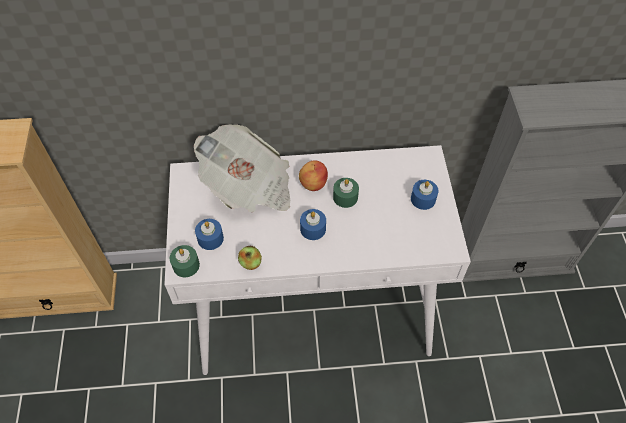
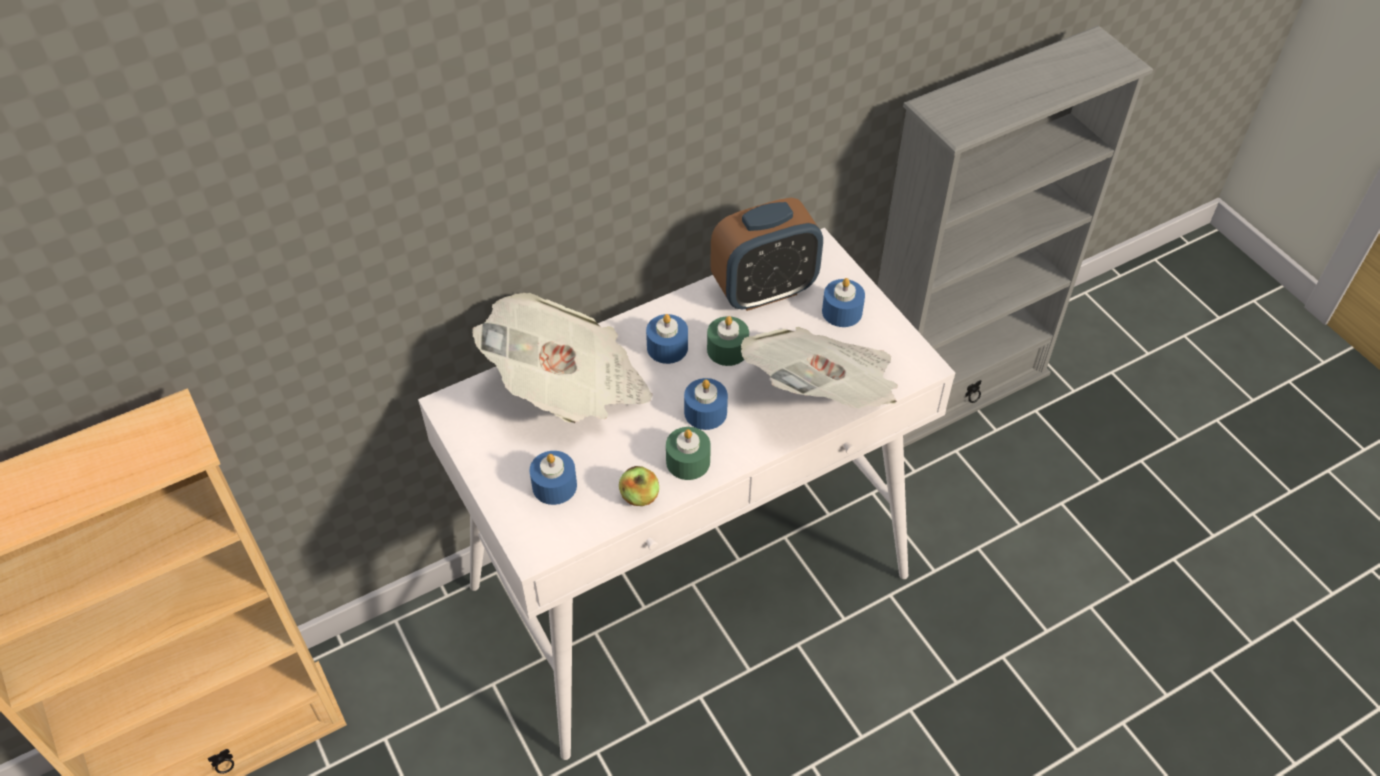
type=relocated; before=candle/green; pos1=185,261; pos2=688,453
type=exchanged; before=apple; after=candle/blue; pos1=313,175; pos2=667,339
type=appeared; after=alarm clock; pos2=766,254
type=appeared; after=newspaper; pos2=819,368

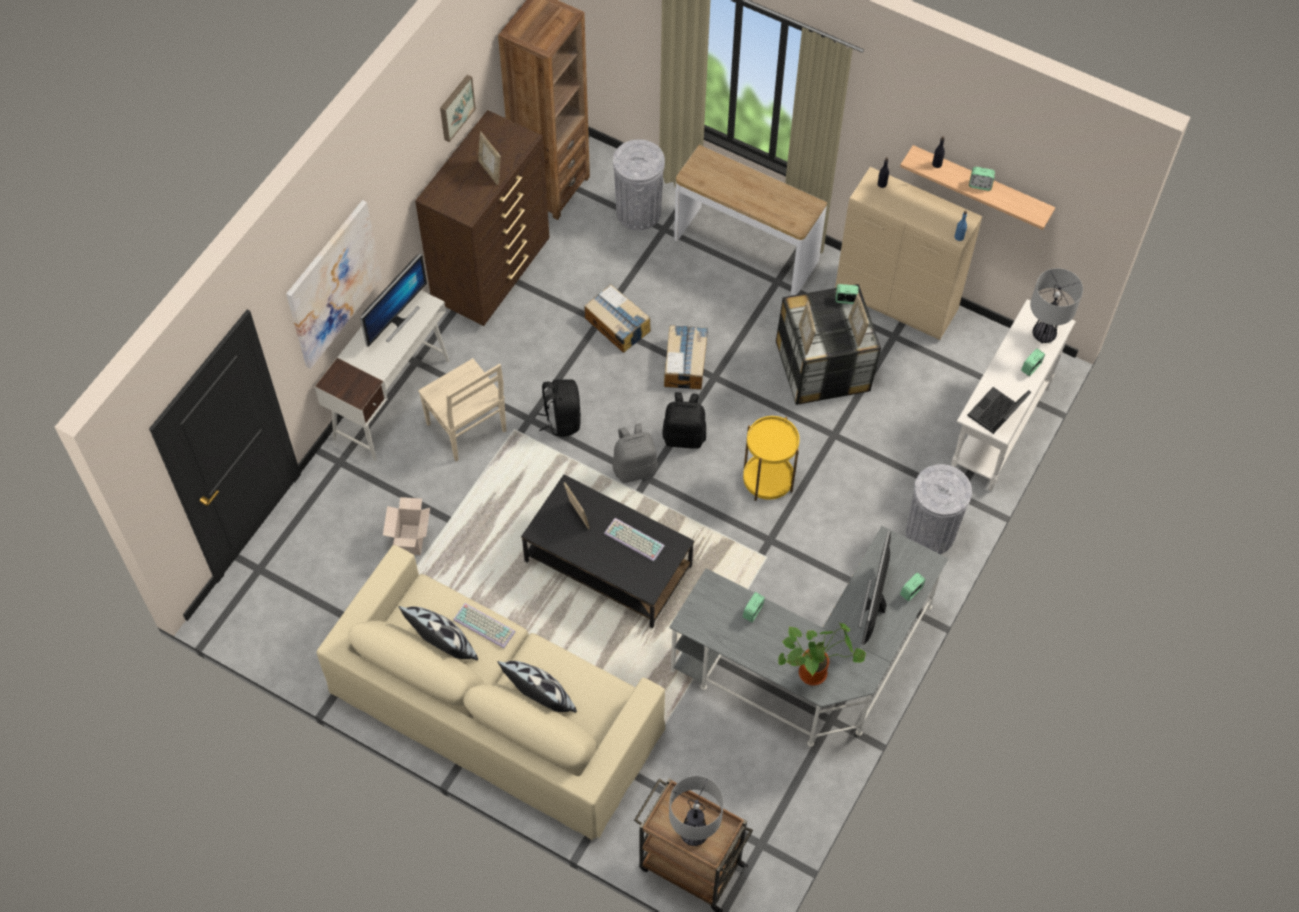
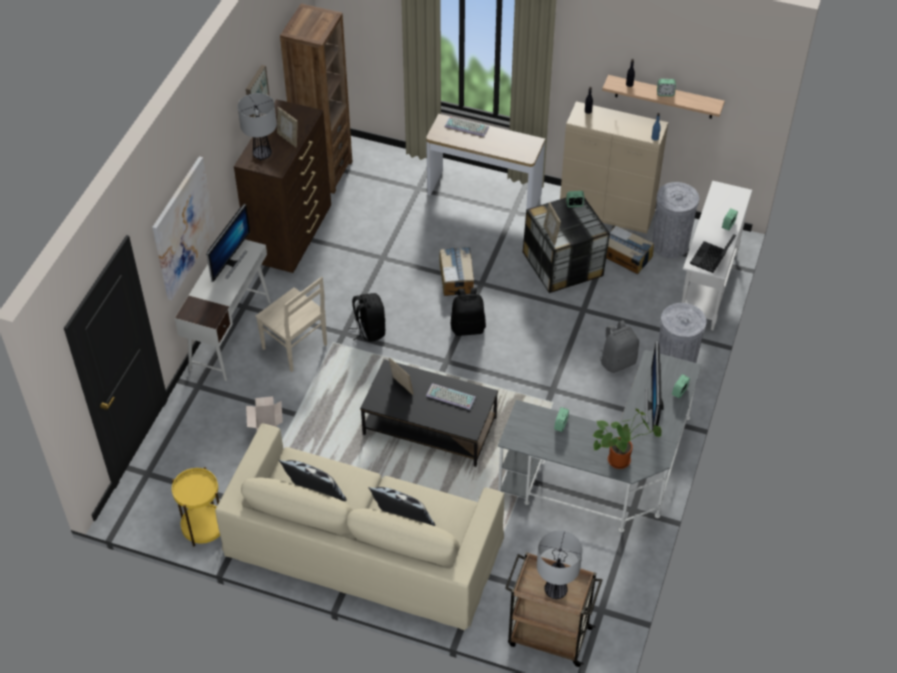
type=relocated; before=keyboard; pos1=484,625; pos2=467,127
type=relocated; before=cardboard box; pos1=618,318; pos2=630,249
type=relocated; before=trash can/grey; pos1=639,184; pos2=675,220
type=relocated; before=backpack/grey; pos1=635,453; pos2=619,346
type=relocated; before=side table/yellow; pos1=771,458; pos2=196,507
type=missing; before=picture frame; pos1=858,320
type=relocated; before=table lamp; pos1=1056,305; pos2=257,126

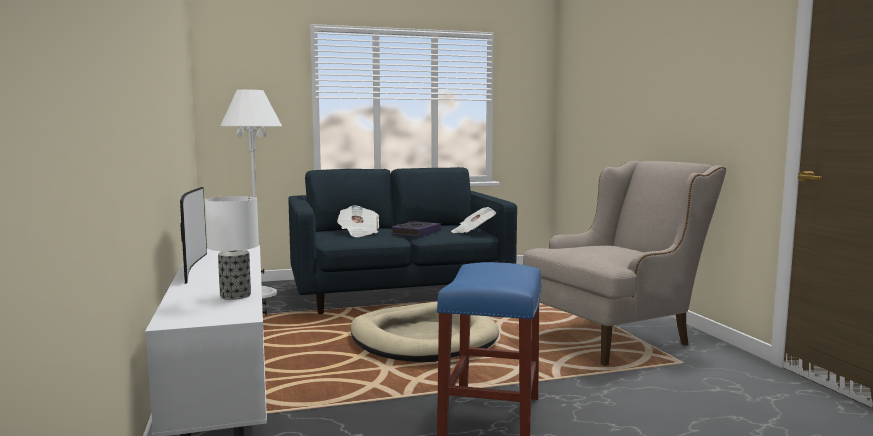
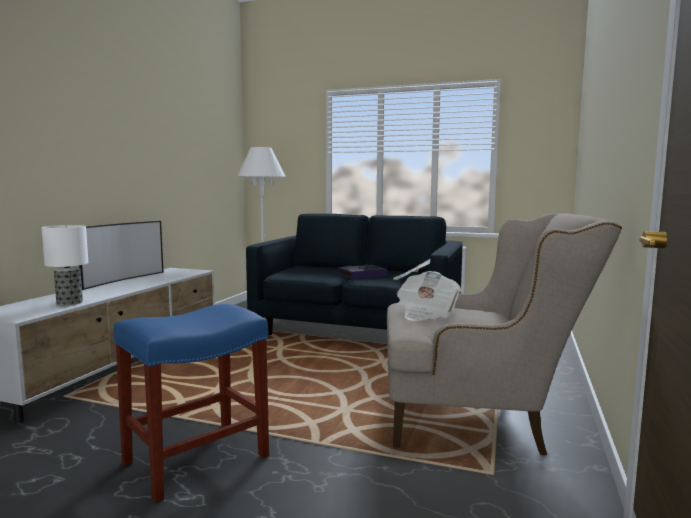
type=relocated; before=newspaper; pos1=358,221; pos2=429,296
type=missing; before=dog bed/beige; pos1=424,331

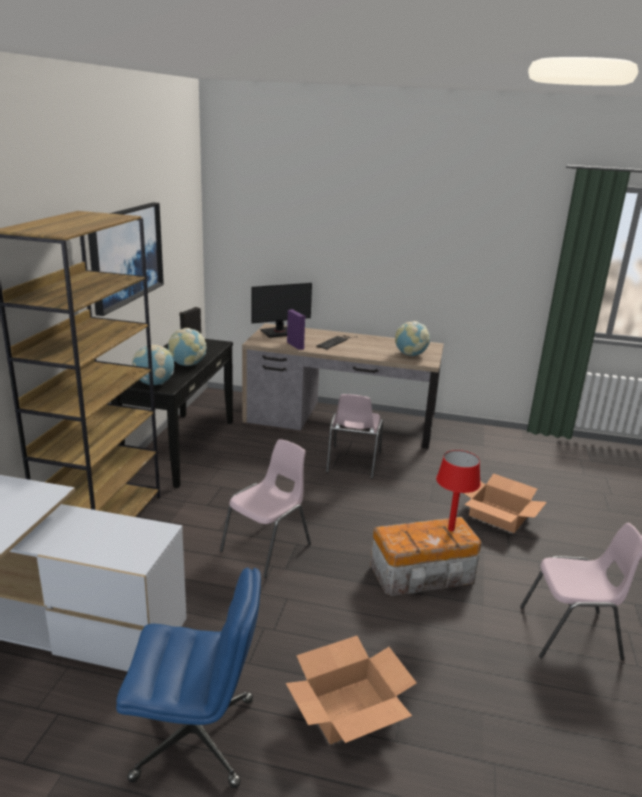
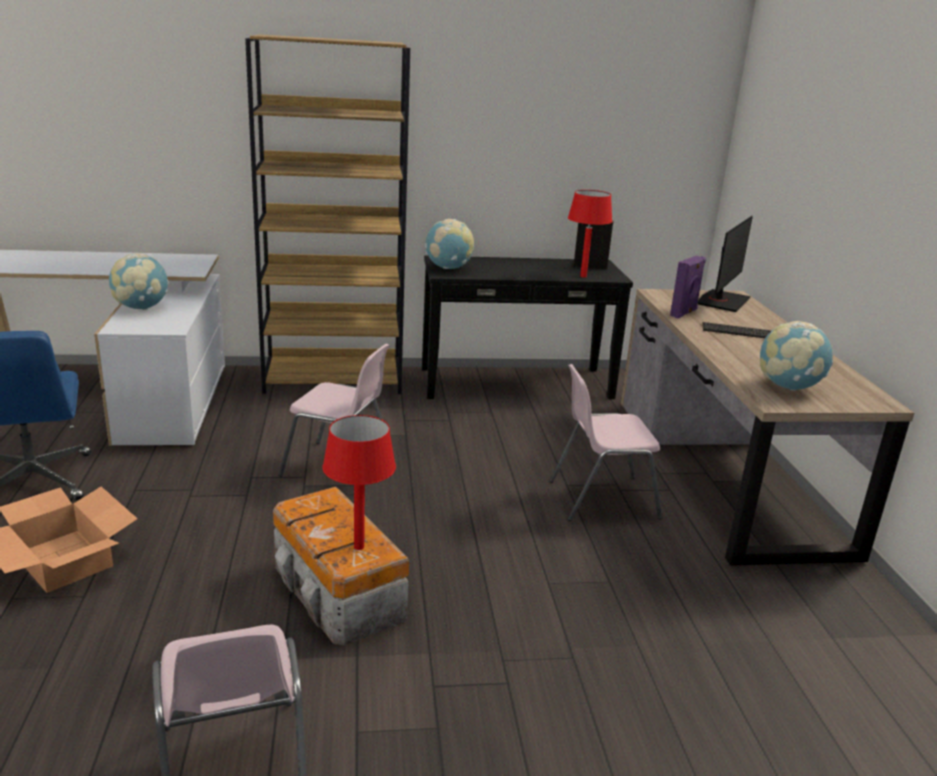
type=missing; before=picture; pos1=126,259
type=relocated; before=globe; pos1=187,347; pos2=139,281
type=spun; before=monitor; pos1=282,310; pos2=725,264; turn=-105
type=missing; before=cardboard box; pos1=505,503
type=appeared; after=table lamp/red; pos2=590,233

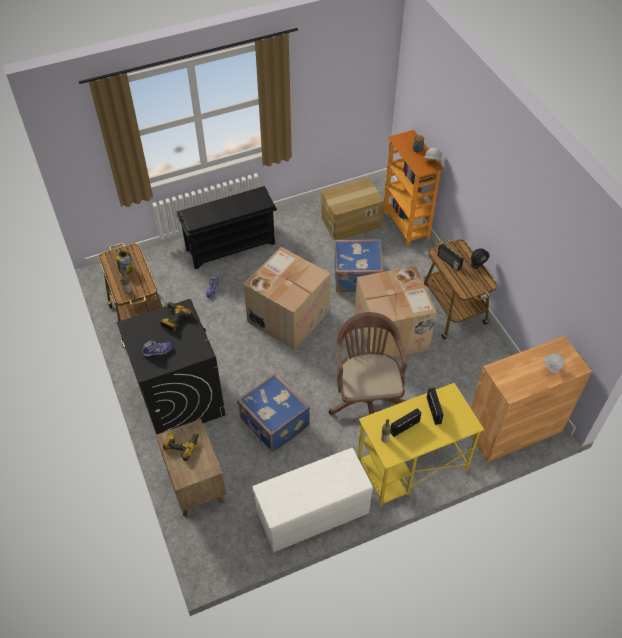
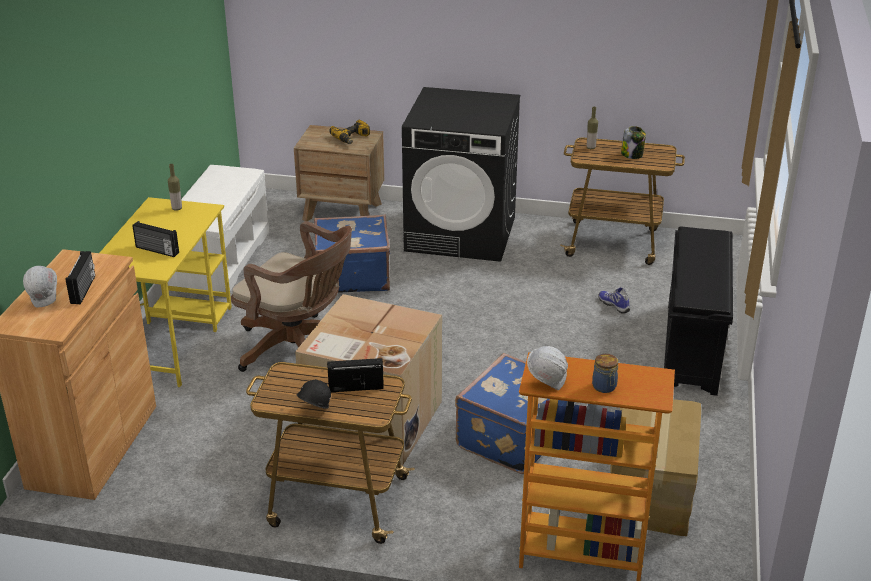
type=missing; before=shoe; pos1=157,348
type=missing; before=power drill; pos1=176,317
type=missing; before=cardboard box; pos1=286,298
type=relocated; before=radio; pos1=405,422; pos2=80,277

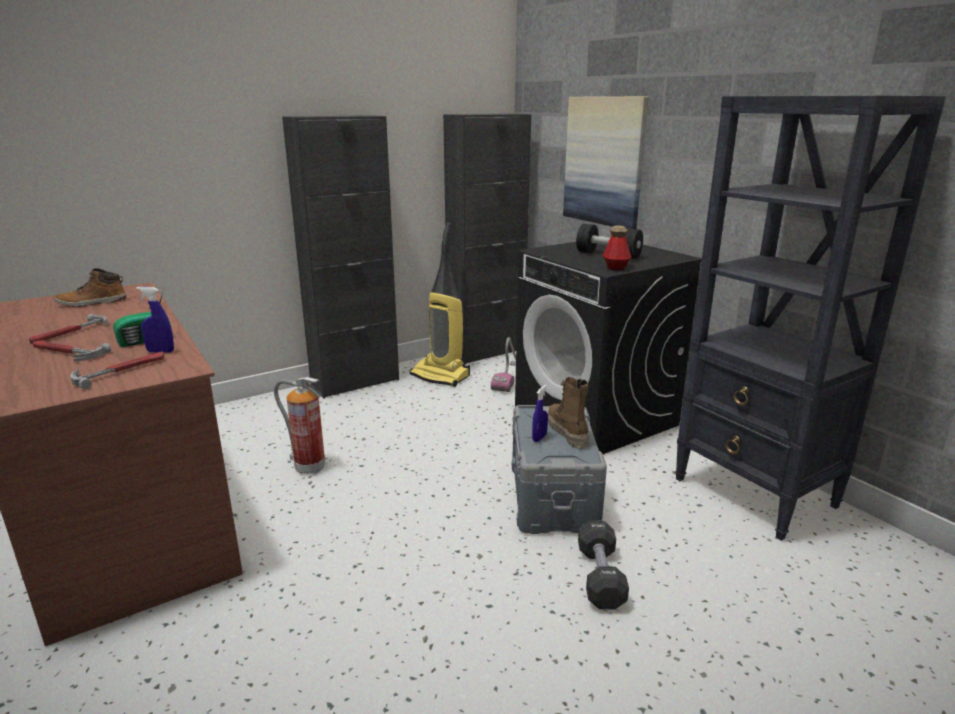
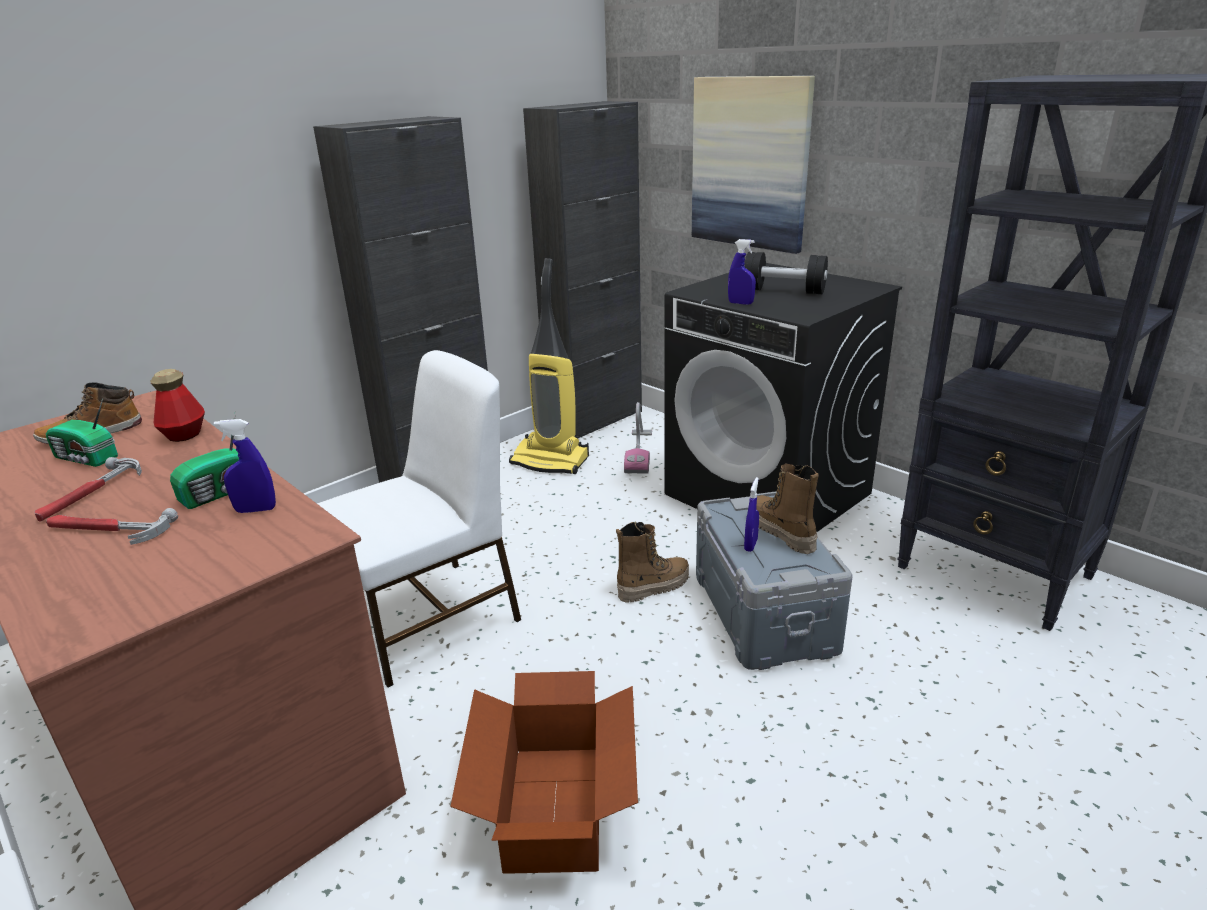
type=missing; before=hammer; pos1=117,370
type=exchanged; before=fire extinguisher; after=chair/white; pos1=299,425; pos2=419,518
type=missing; before=dumbbell/black; pos1=603,565
type=relocated; before=bottle; pos1=617,247; pos2=177,405
type=appeared; after=radio; pos2=82,432
type=appeared; after=cardboard box; pos2=544,772
type=appeared; after=boot; pos2=652,562
type=appeared; after=spray bottle/blue; pos2=742,272

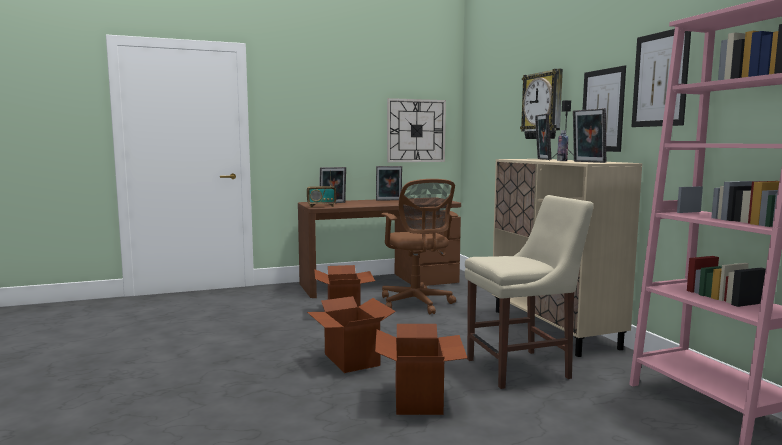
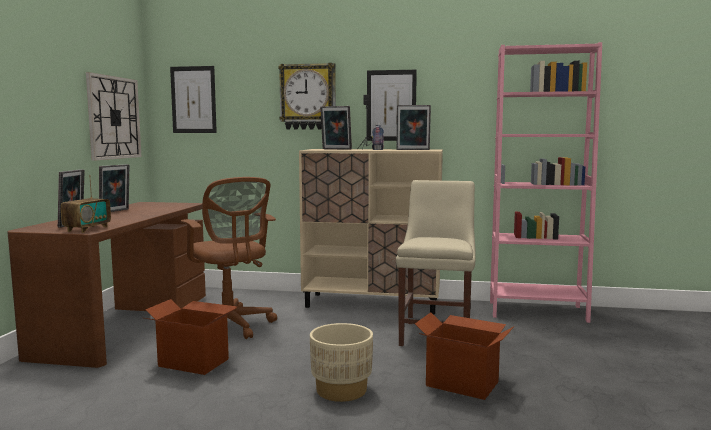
type=exchanged; before=cardboard box; after=planter/beige; pos1=351,334; pos2=341,362
type=spun; before=office chair/brown; pos1=419,247; pos2=229,258; turn=45
type=relocated; before=picture; pos1=661,78; pos2=193,99

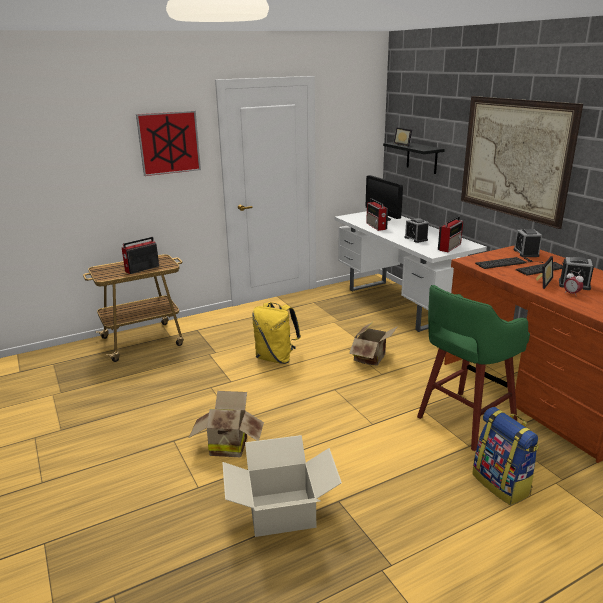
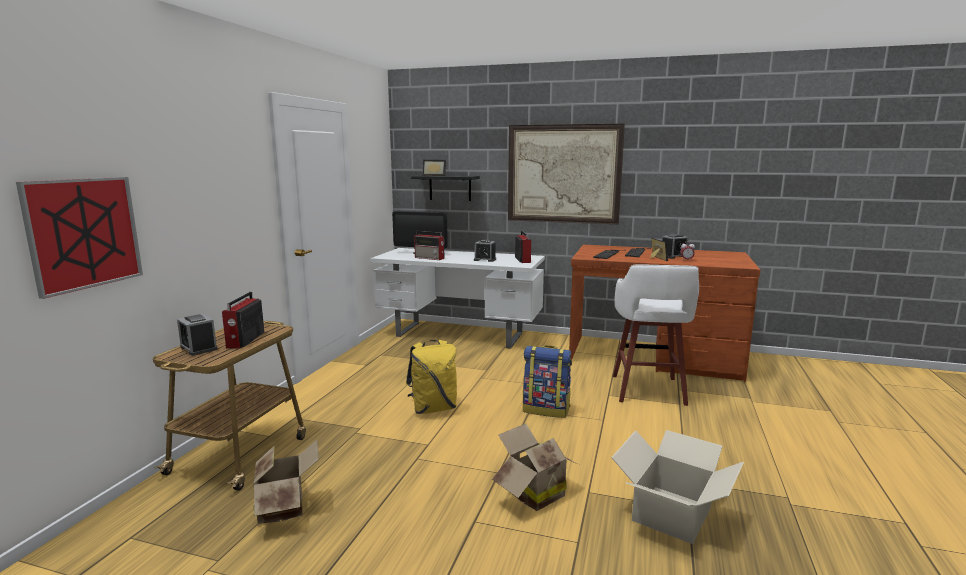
type=relocated; before=picture; pos1=168,143; pos2=79,238
type=relocated; before=cardboard box; pos1=373,343; pos2=286,482
type=colour; before=stool/green; after=stool/white; pos1=473,368; pos2=656,335
type=relocated; before=backpack; pos1=505,456; pos2=547,381
type=relocated; before=alarm clock; pos1=528,243; pos2=197,335

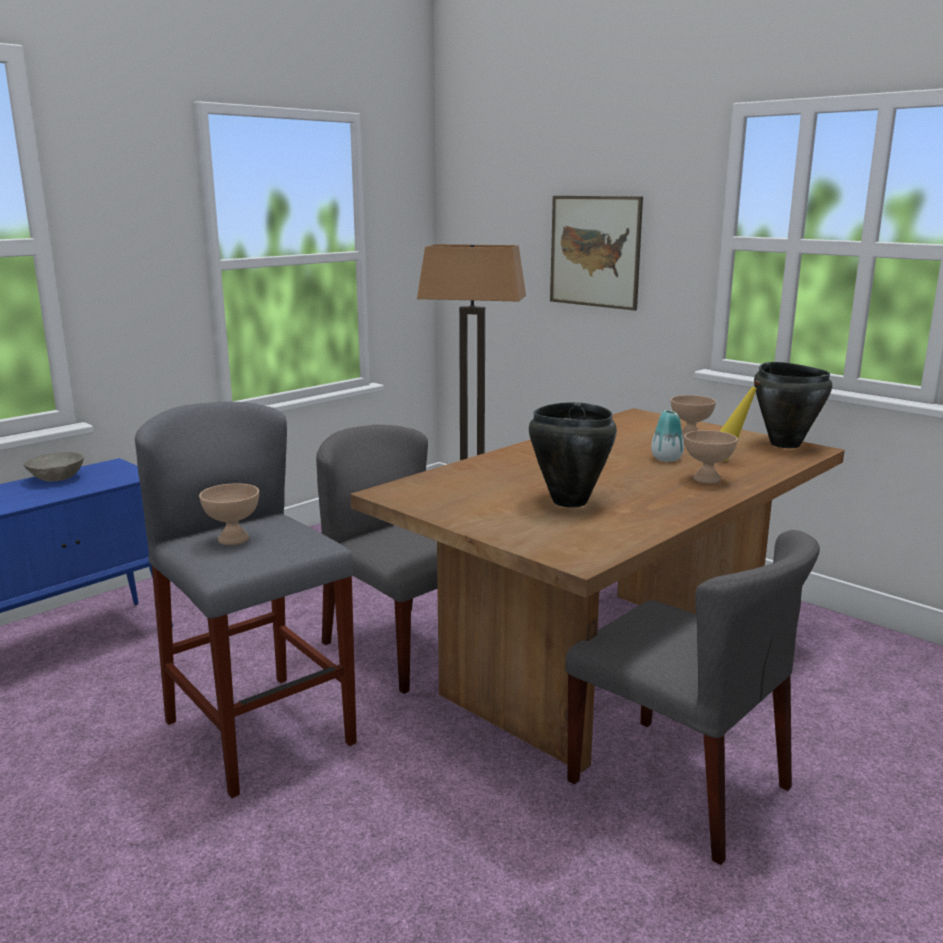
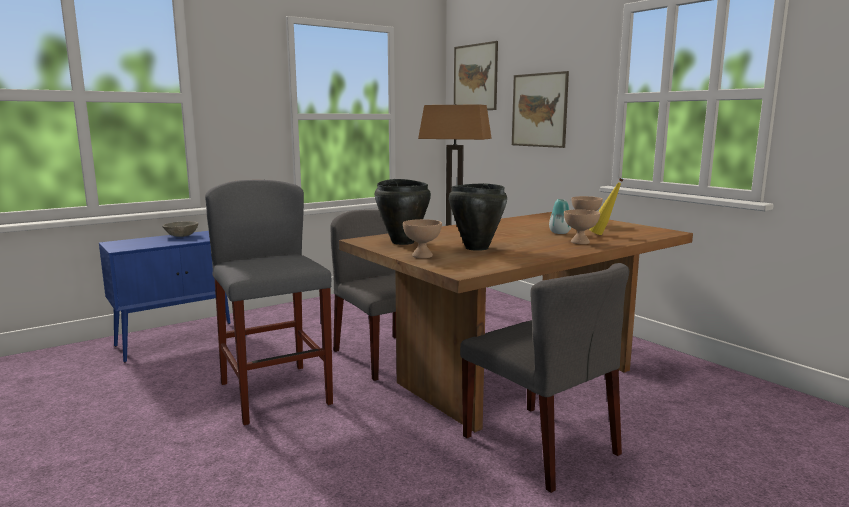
type=relocated; before=bowl/beige; pos1=229,514; pos2=422,238
type=relocated; before=cooking pot/black; pos1=793,405; pos2=403,212
type=appeared; after=picture; pos2=476,75

